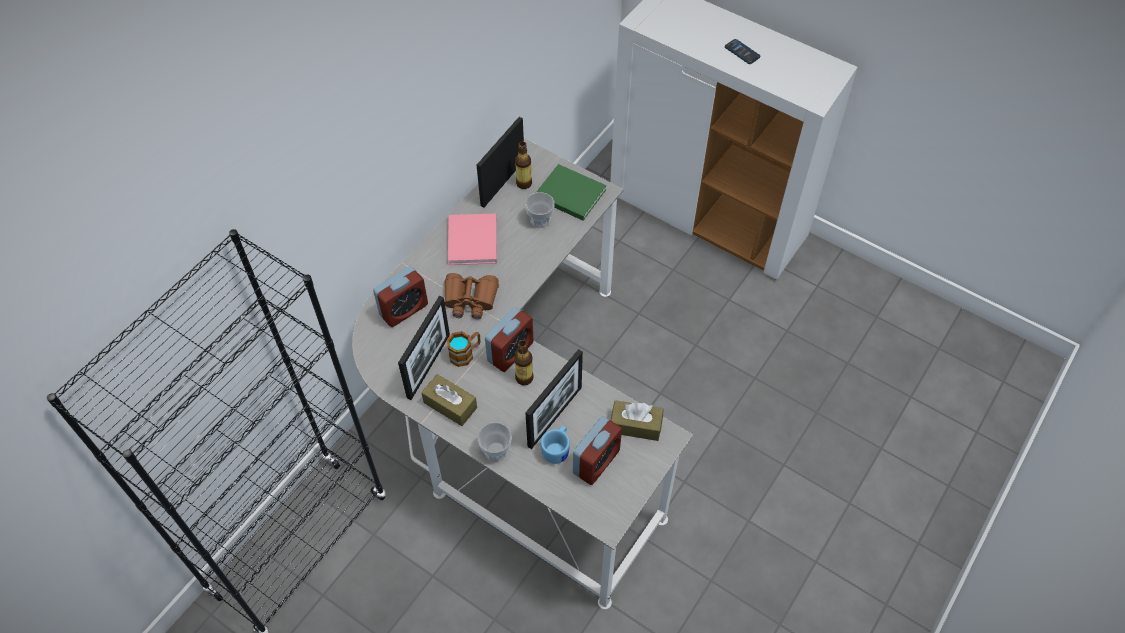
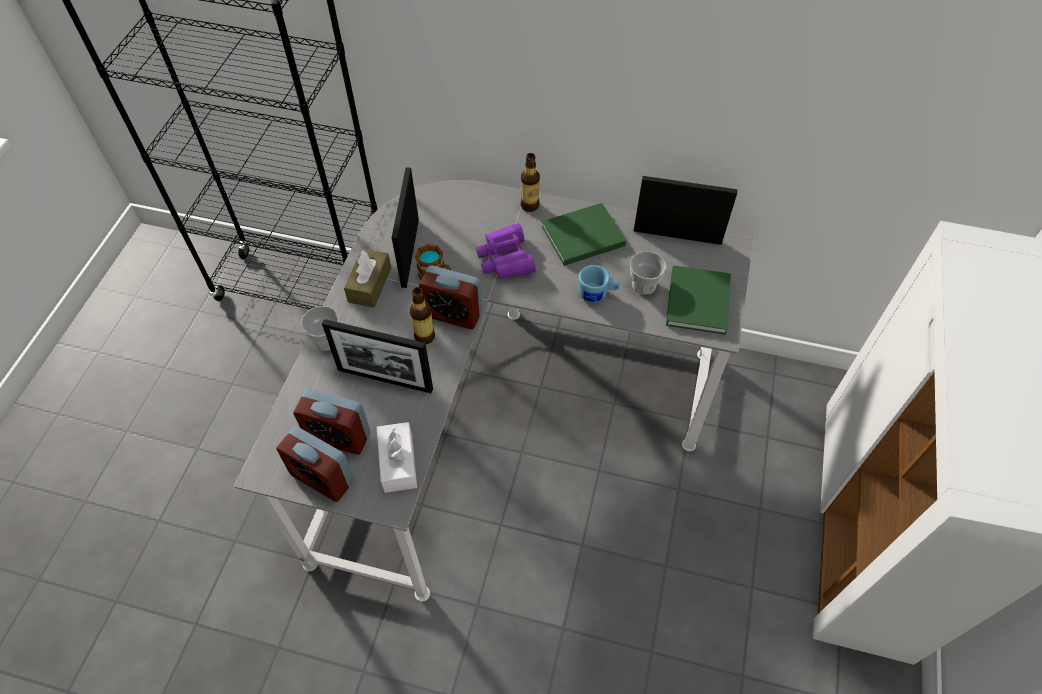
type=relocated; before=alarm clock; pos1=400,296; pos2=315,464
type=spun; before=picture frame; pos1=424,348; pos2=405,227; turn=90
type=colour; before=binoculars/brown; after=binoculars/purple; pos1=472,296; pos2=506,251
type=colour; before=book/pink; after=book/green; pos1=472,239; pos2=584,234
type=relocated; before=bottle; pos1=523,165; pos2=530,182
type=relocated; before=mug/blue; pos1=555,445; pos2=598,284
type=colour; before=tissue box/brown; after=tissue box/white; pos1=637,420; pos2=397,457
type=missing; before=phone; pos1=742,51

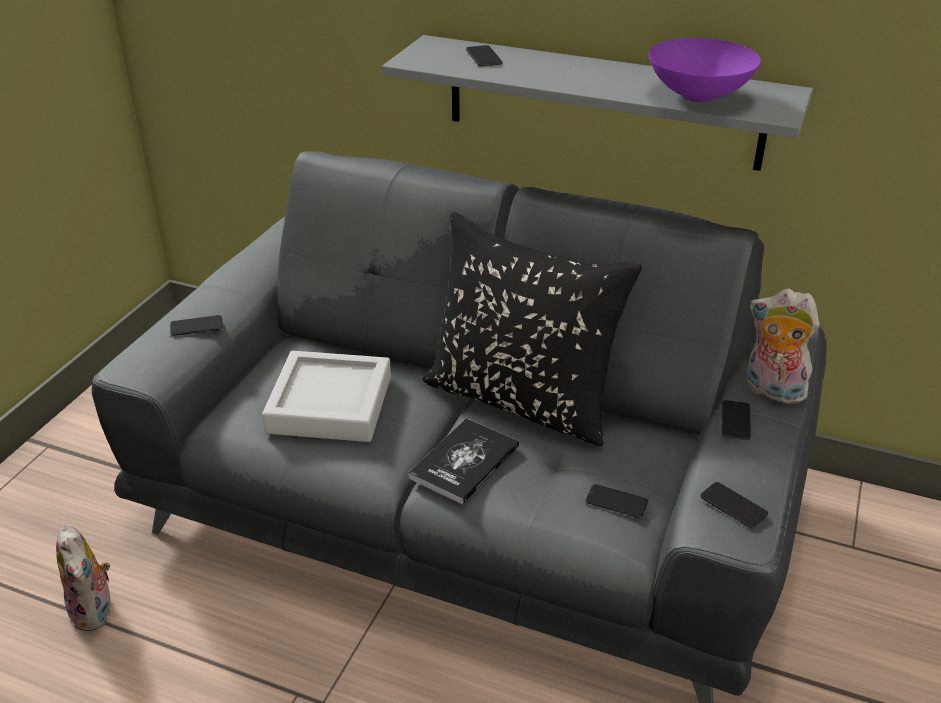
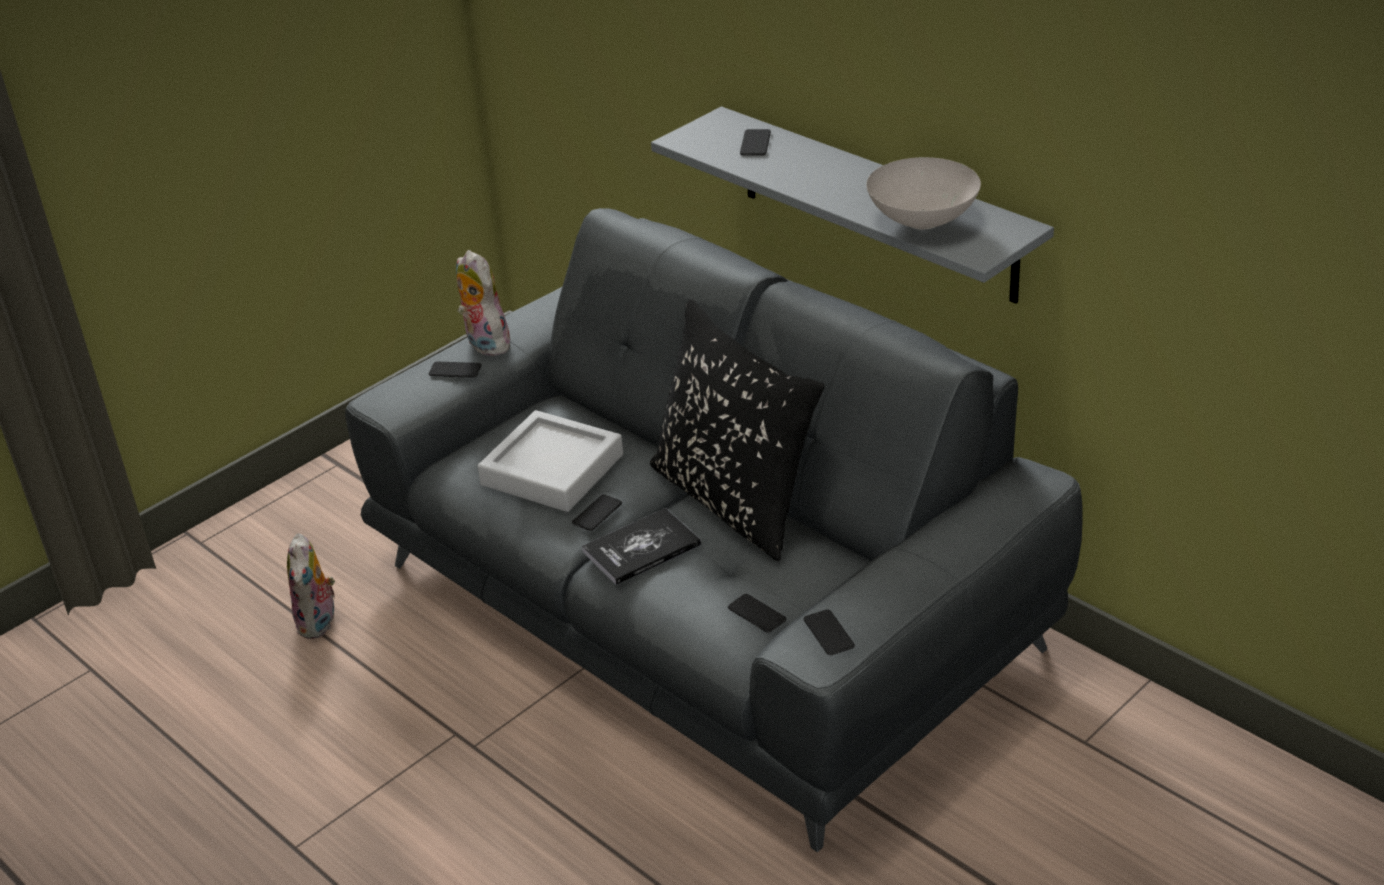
type=colour; before=bowl/purple; after=bowl/white; pos1=705,70; pos2=923,193
type=relocated; before=phone; pos1=736,420; pos2=597,512
type=relocated; before=plush toy; pos1=783,346; pos2=483,303

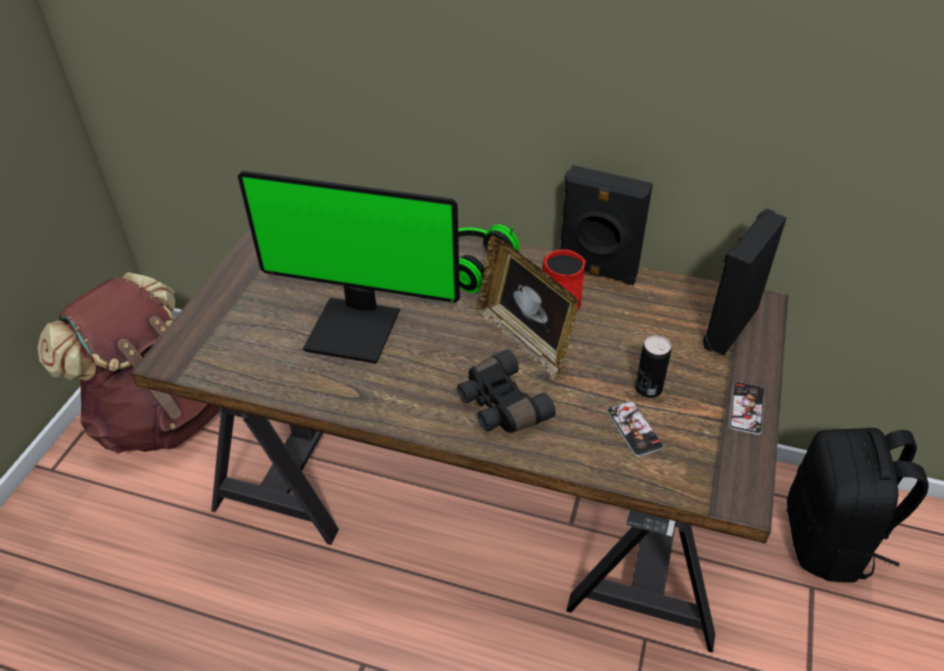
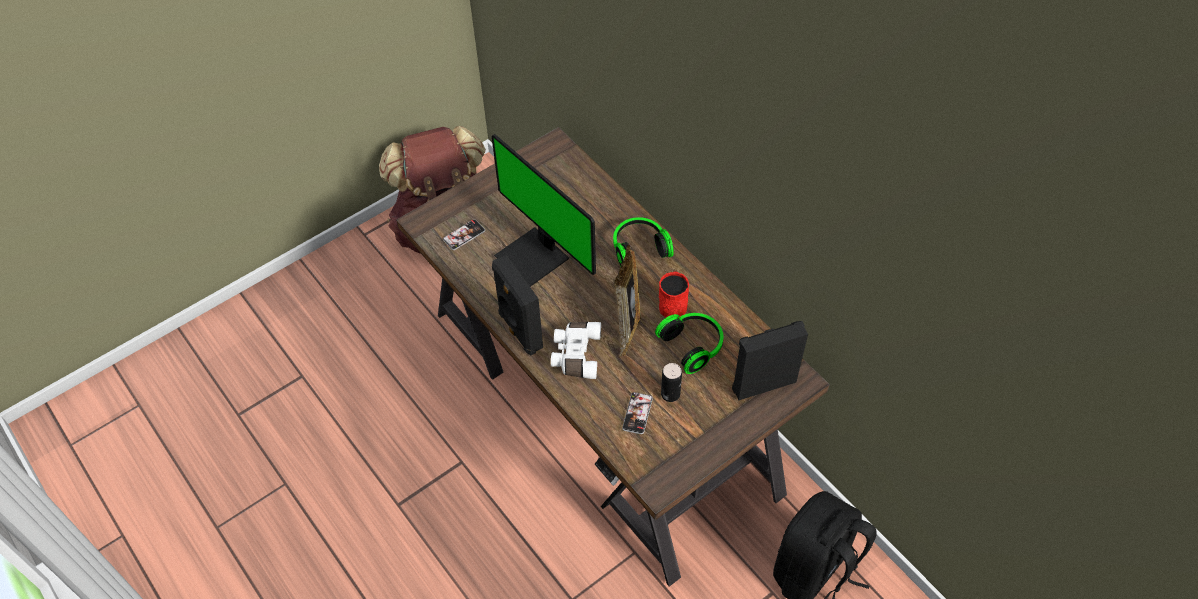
type=colour; before=binoculars/black; after=binoculars/white; pos1=506,391; pos2=576,350
type=relocated; before=speaker/black; pos1=606,225; pos2=517,305
type=relocated; before=phone; pos1=747,408; pos2=464,234
type=appeared; after=headphones; pos2=689,343

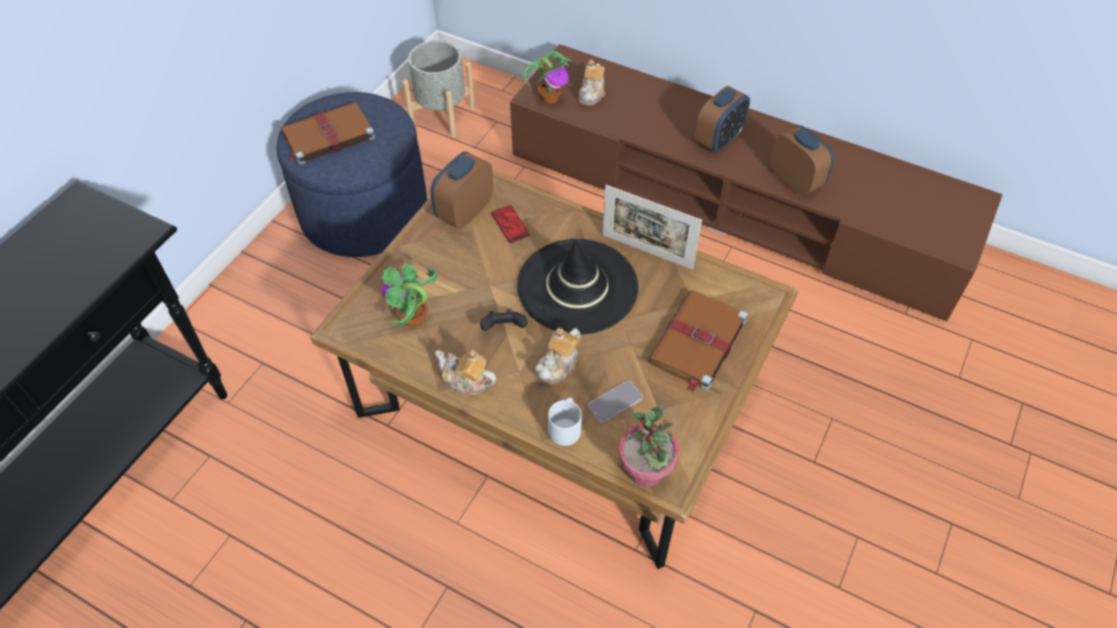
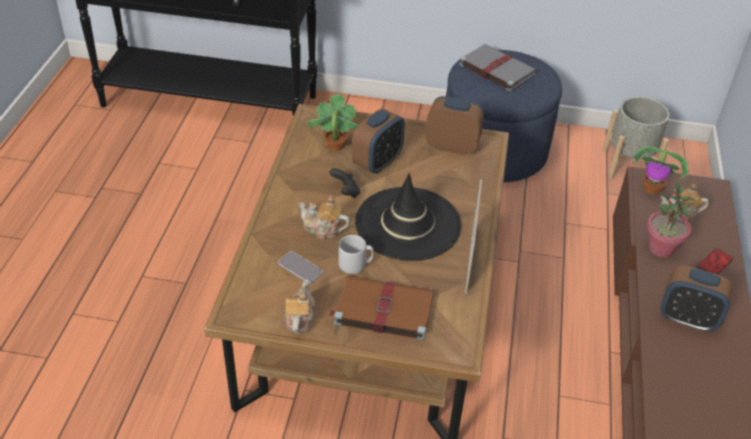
type=colour; before=book/brown; after=book/grey; pos1=328,133; pos2=498,67
type=relocated; before=teapot; pos1=465,373; pos2=299,306
type=relocated; before=phone; pos1=510,224; pos2=714,261
type=relocated; before=mug/grey; pos1=565,422; pos2=356,254
type=relocated; before=potted plant; pos1=649,446; pos2=671,219
type=relocated; before=alarm clock; pos1=802,160; pos2=378,141

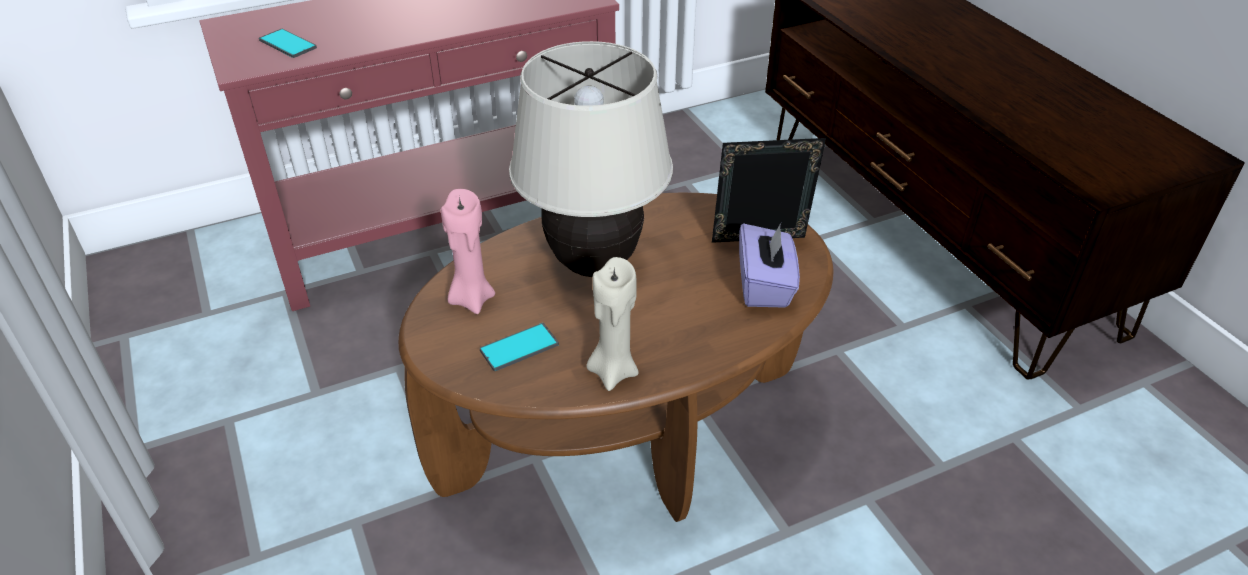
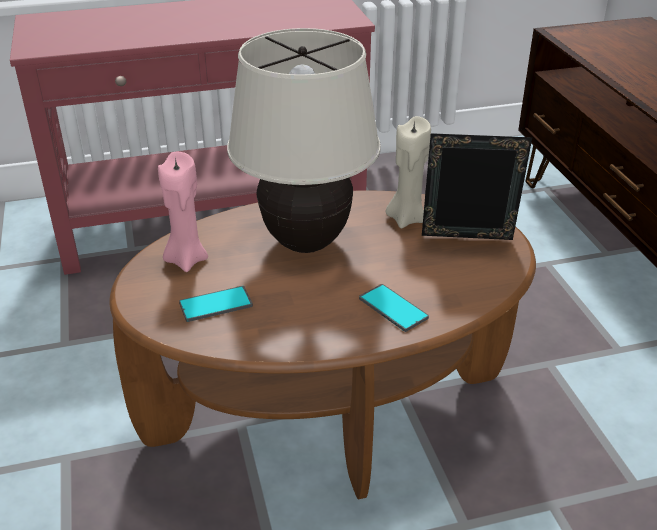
type=relocated; before=phone; pos1=288,43; pos2=394,308
type=relocated; before=candle/beige; pos1=612,324; pos2=408,172
type=missing; before=tissue box/purple; pos1=769,265

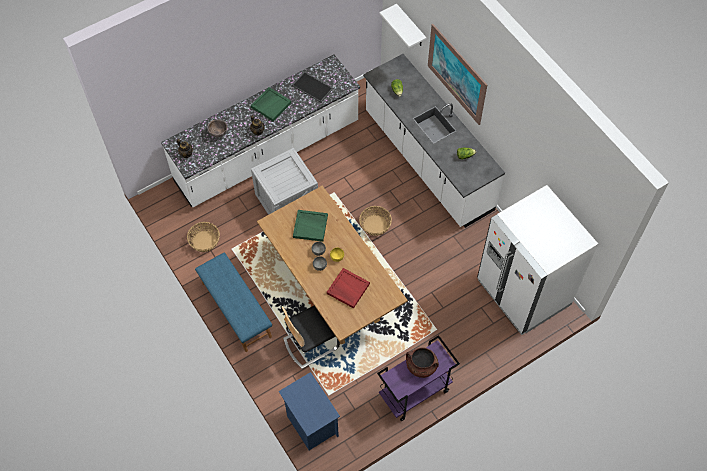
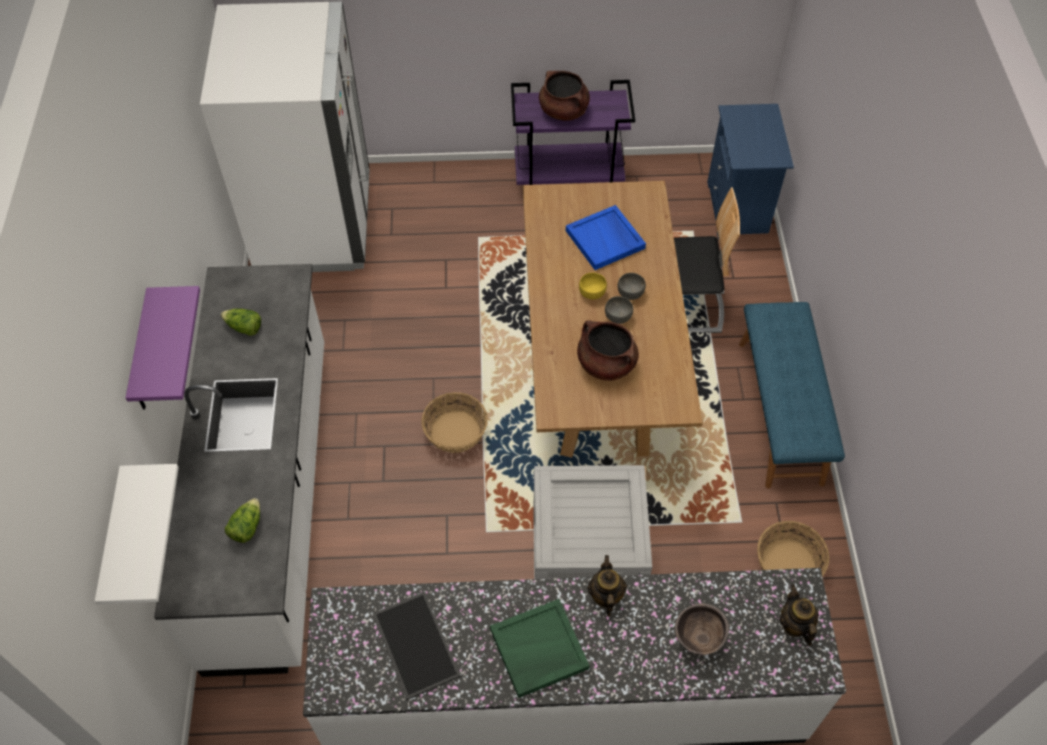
type=exchanged; before=tray/green; after=cooking pot/brown; pos1=310,226; pos2=608,350
type=colour; before=tray/red; after=tray/blue; pos1=348,288; pos2=606,237
type=exchanged; before=picture; after=shelf/purple; pos1=457,74; pos2=163,347

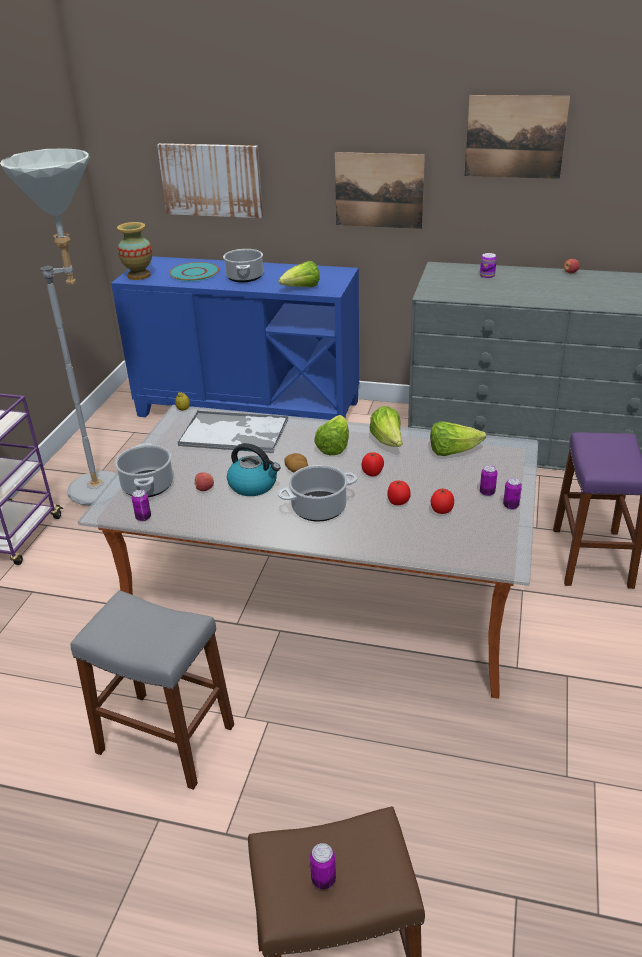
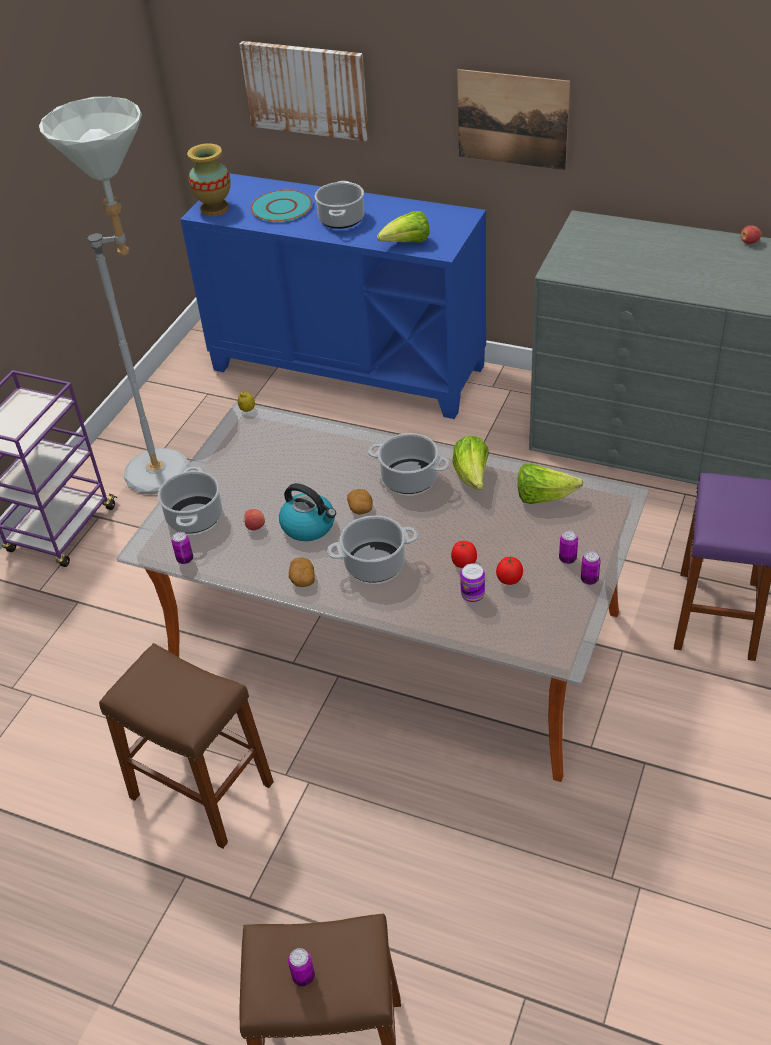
type=colour; before=stool/grey; after=stool/brown; pos1=152,690; pos2=186,745
type=missing; before=tray; pos1=232,432
type=exchanged; before=lettuce; after=cooking pot; pos1=331,435; pos2=409,463
type=missing; before=tomato; pos1=373,464
type=missing; before=picture; pos1=517,137
type=relocated; before=can; pos1=488,266; pos2=472,582
type=appeared; after=potato; pos2=302,572

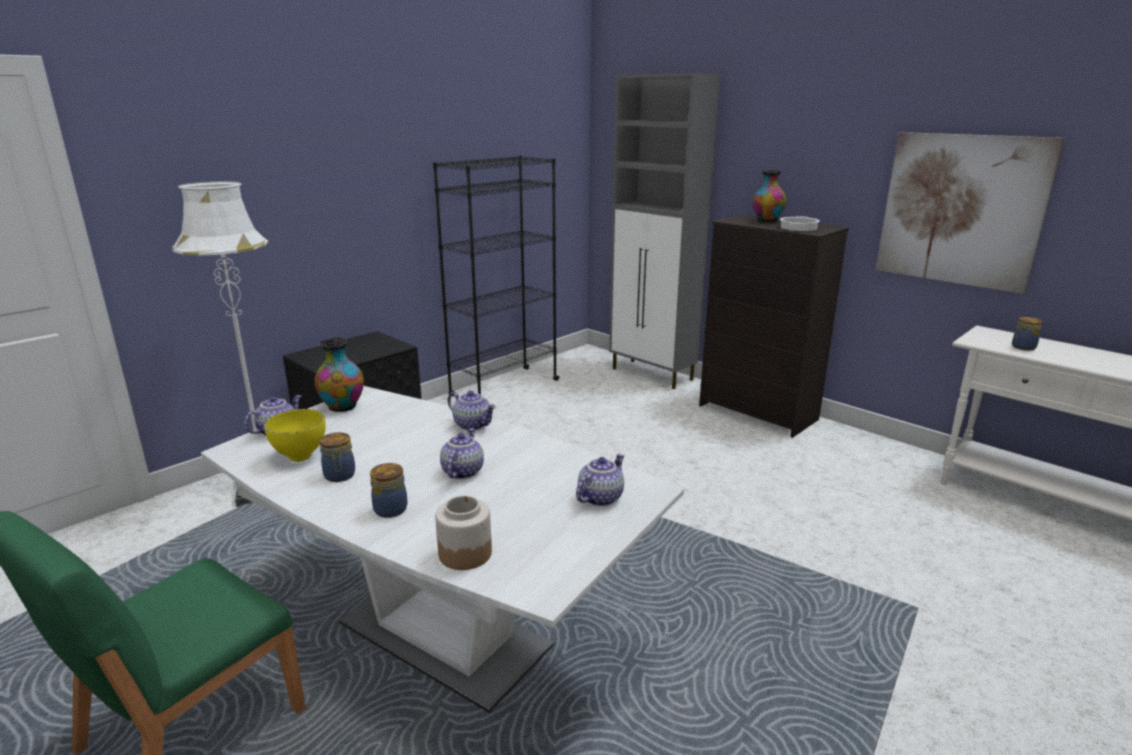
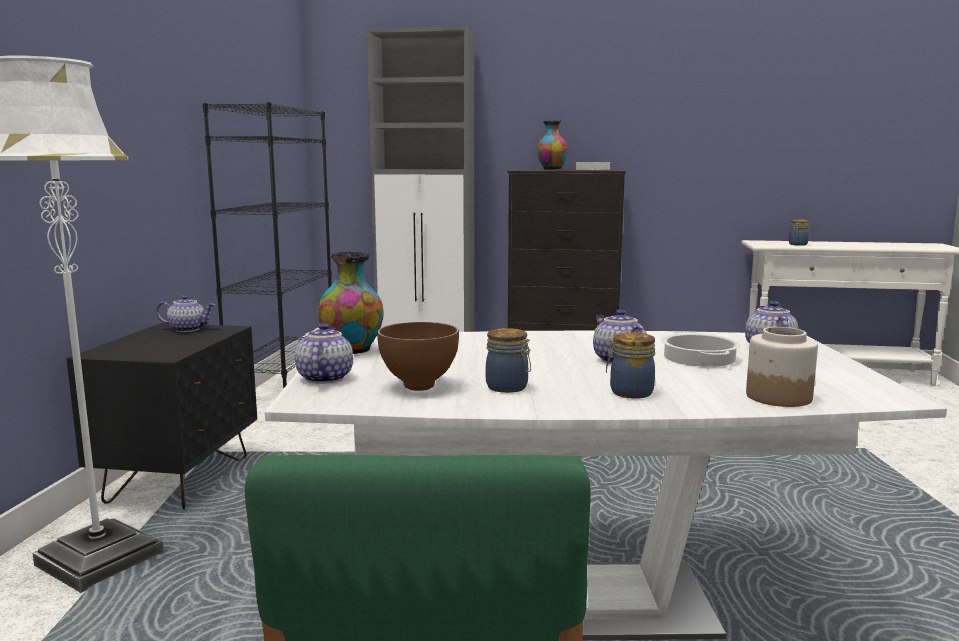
type=colour; before=bowl/yellow; after=bowl/brown; pos1=295,435; pos2=418,356
type=relocated; before=teapot; pos1=472,410; pos2=185,313
type=missing; before=picture; pos1=970,213
type=appeared; after=cooking pot; pos2=700,349

